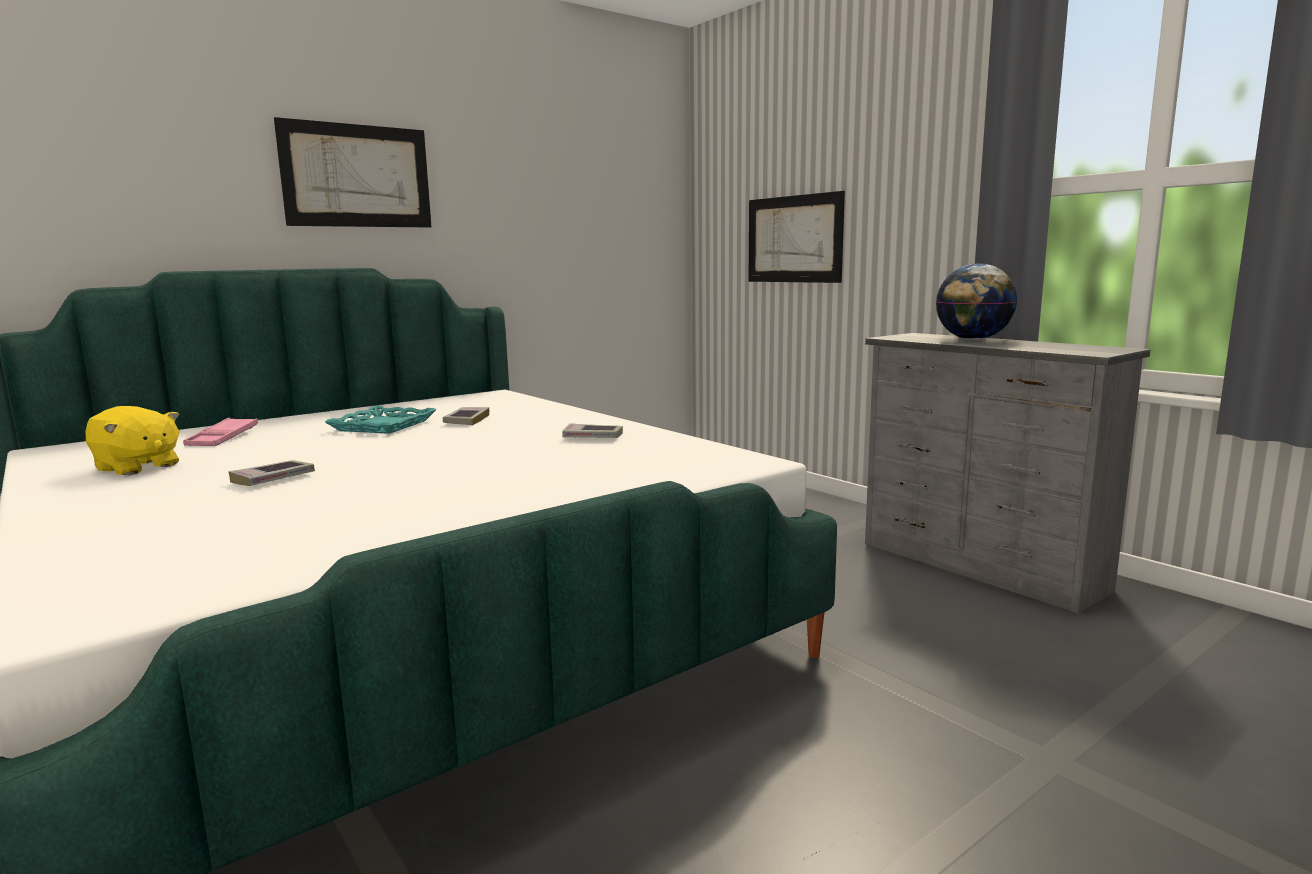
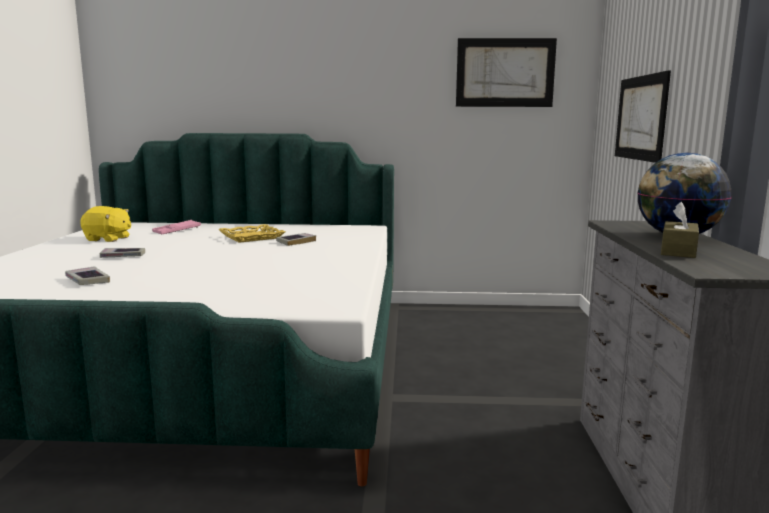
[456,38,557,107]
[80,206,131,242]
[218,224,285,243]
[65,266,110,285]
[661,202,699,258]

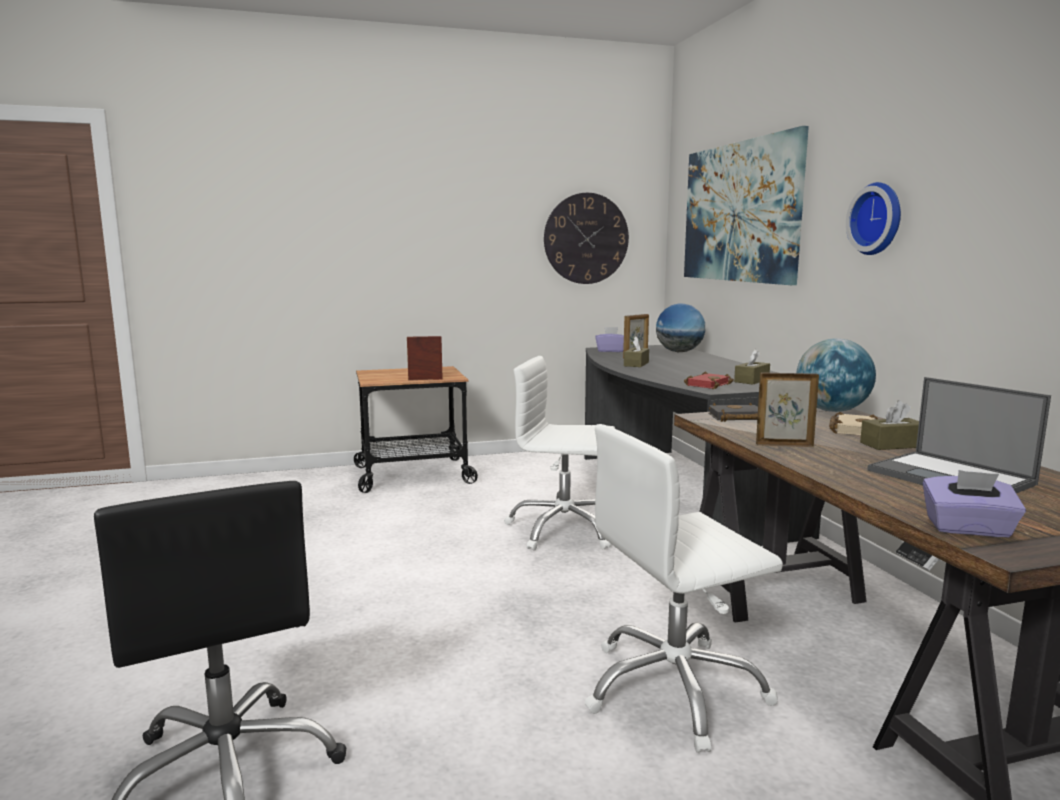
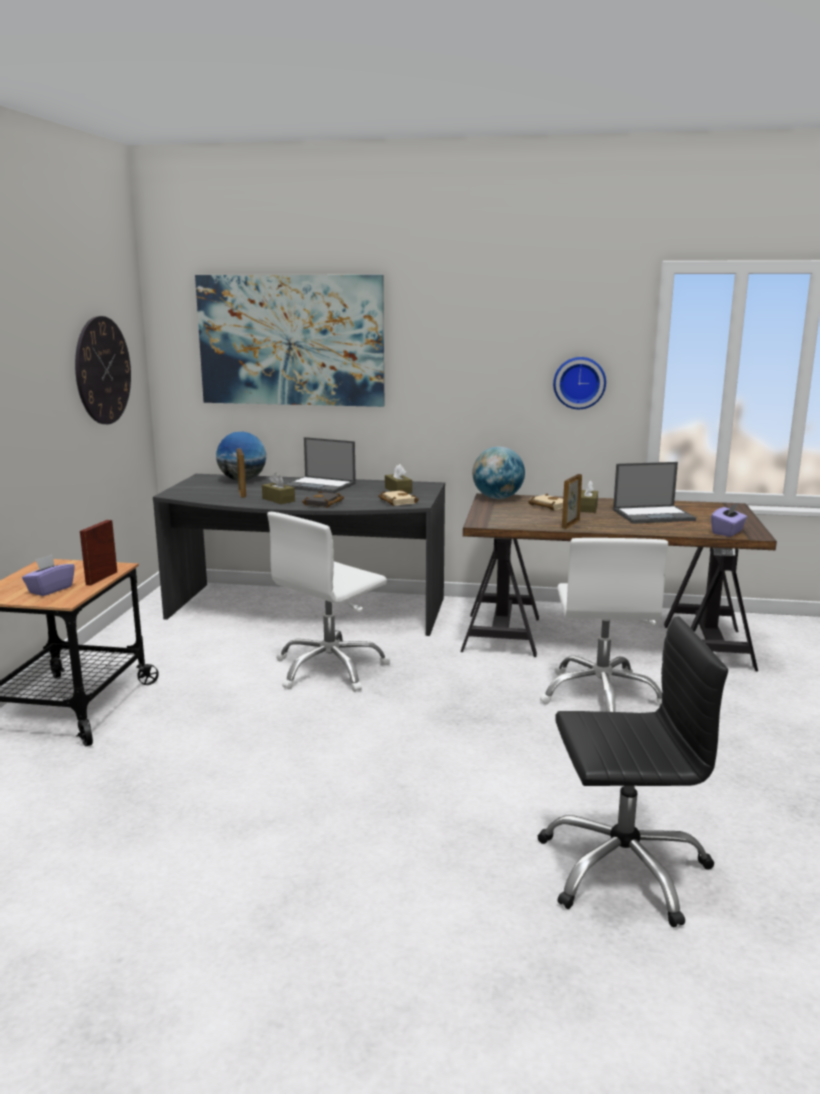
[553,357,606,409]
[22,555,75,596]
[378,489,419,506]
[302,491,344,508]
[284,437,356,493]

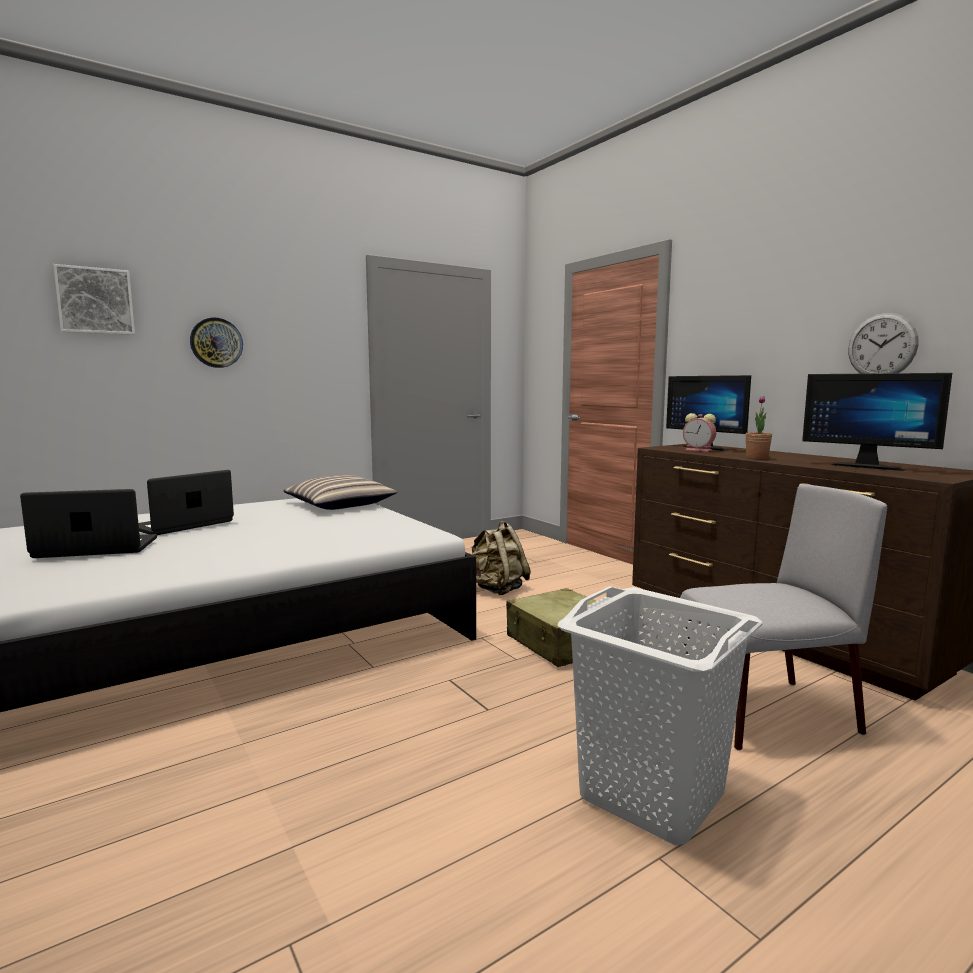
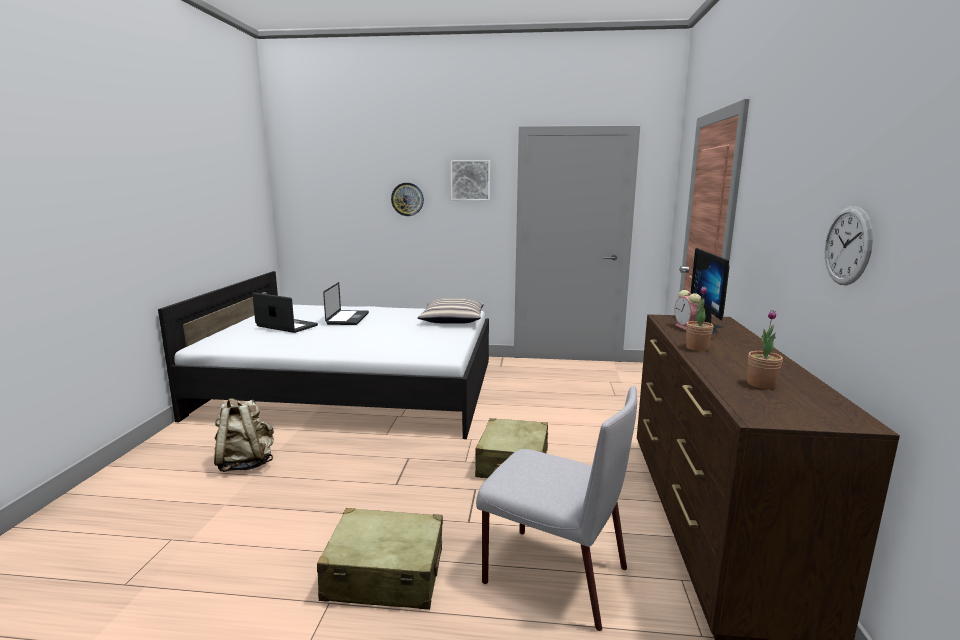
[451,160,490,201]
[747,310,783,389]
[323,282,369,325]
[214,398,274,472]
[317,508,443,610]

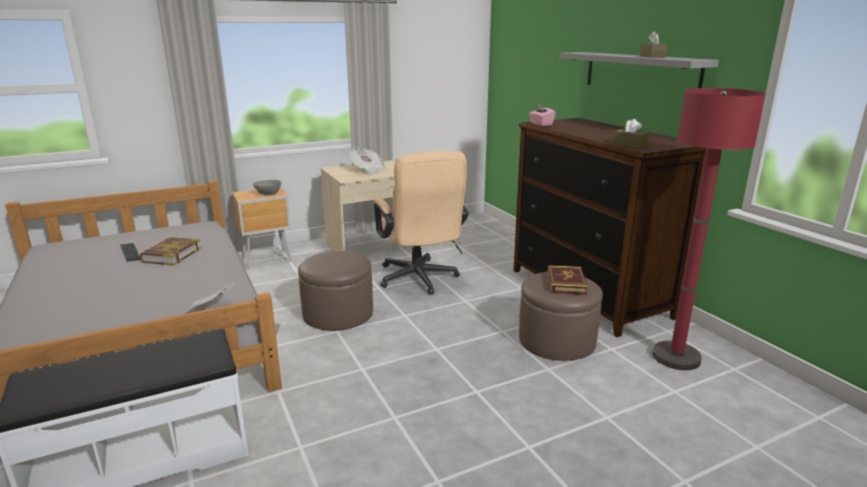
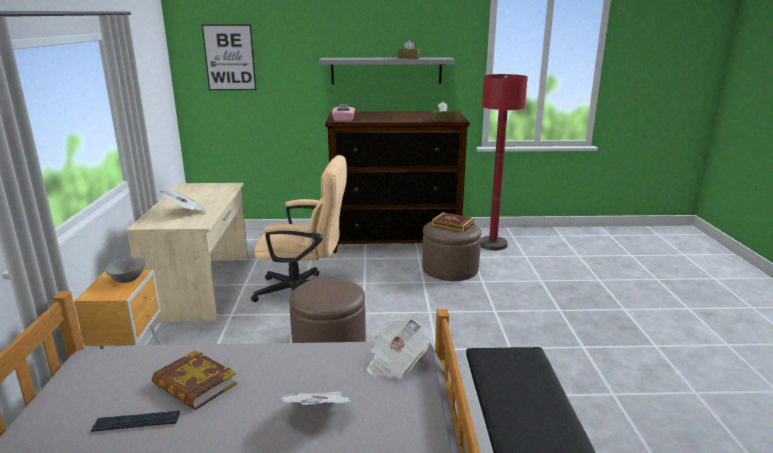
[202,25,256,90]
[281,391,351,405]

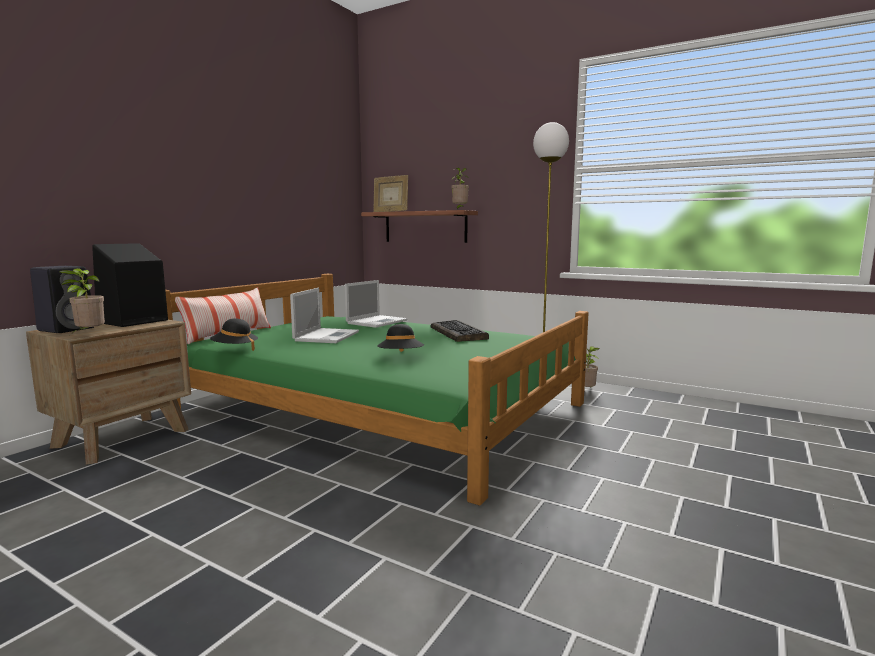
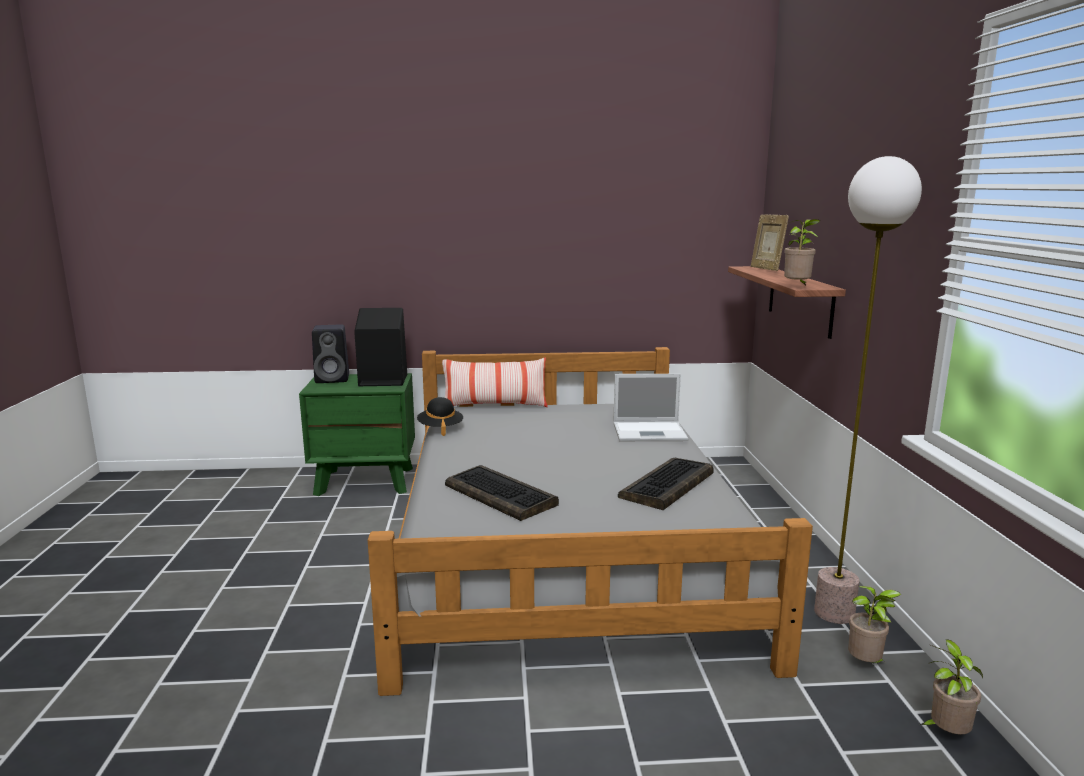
[920,639,983,734]
[368,347,813,696]
[290,288,359,343] (first image)
[299,373,415,496]
[445,465,559,521]

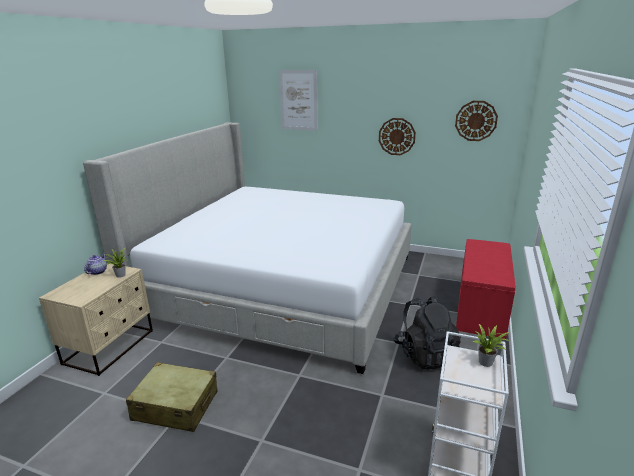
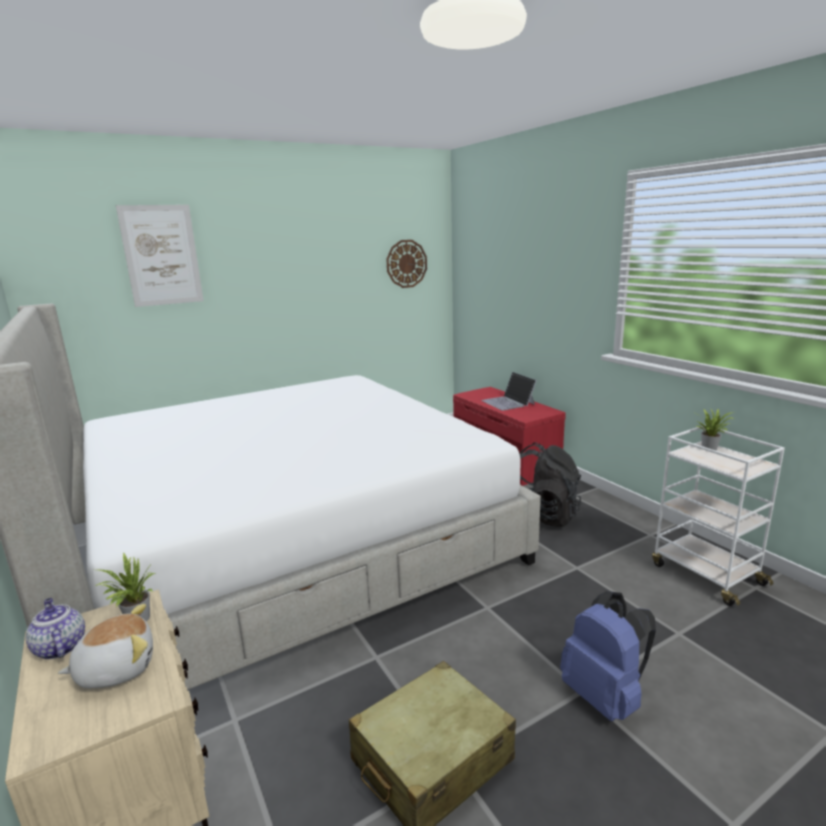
[379,118,416,155] (first image)
[481,372,537,411]
[560,591,656,721]
[58,604,153,688]

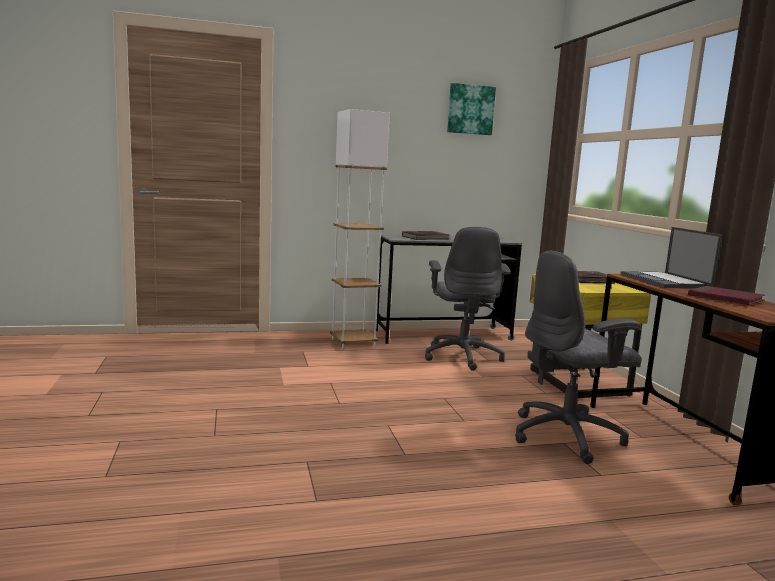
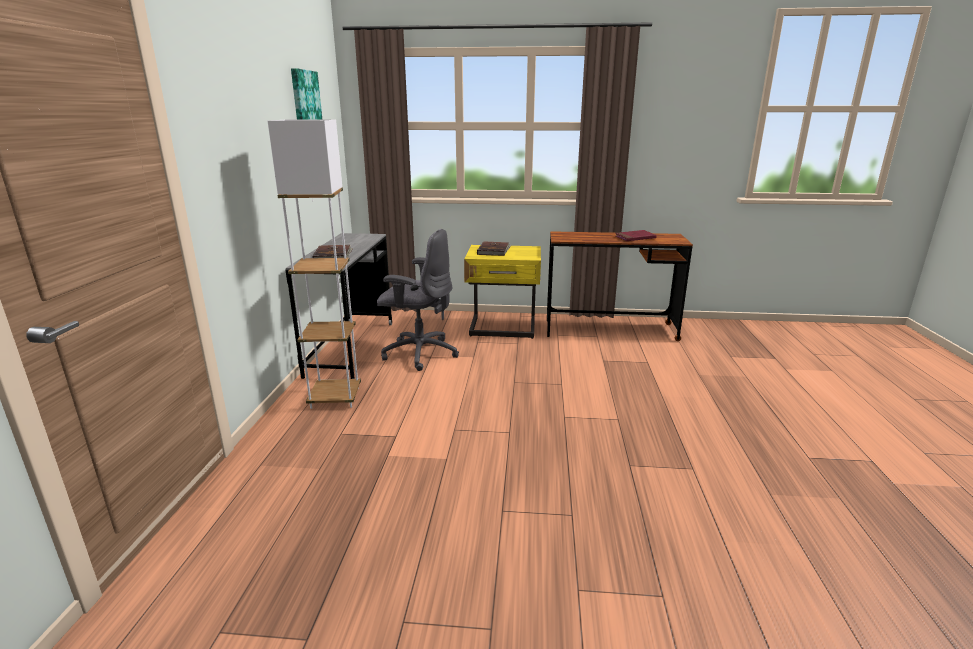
[620,227,722,288] (first image)
[515,251,642,464] (first image)

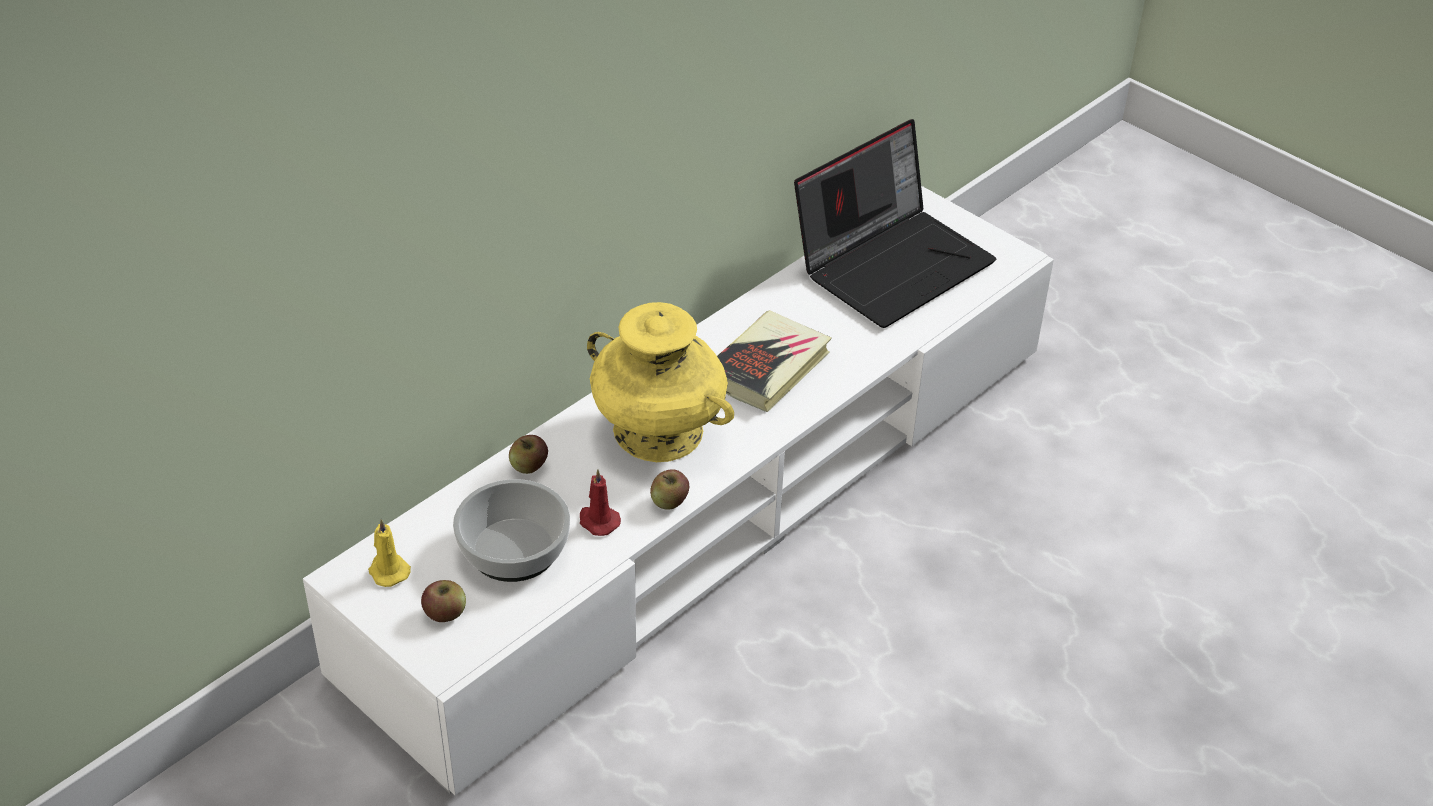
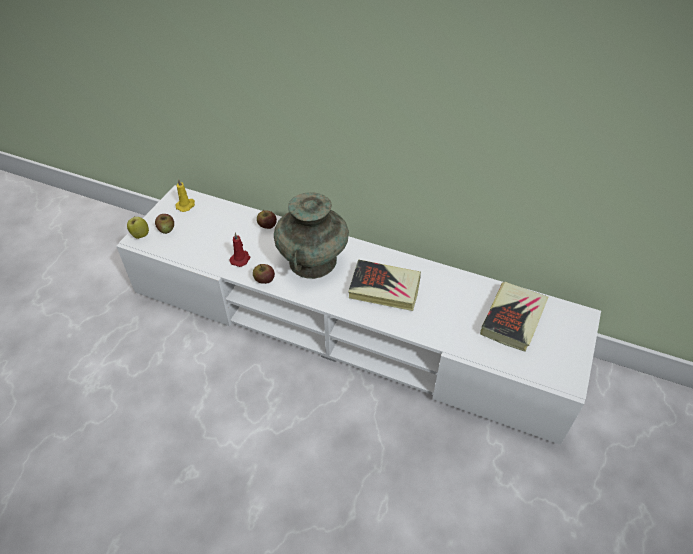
[480,282,548,352]
[274,192,349,279]
[453,479,570,582] (first image)
[127,215,149,239]

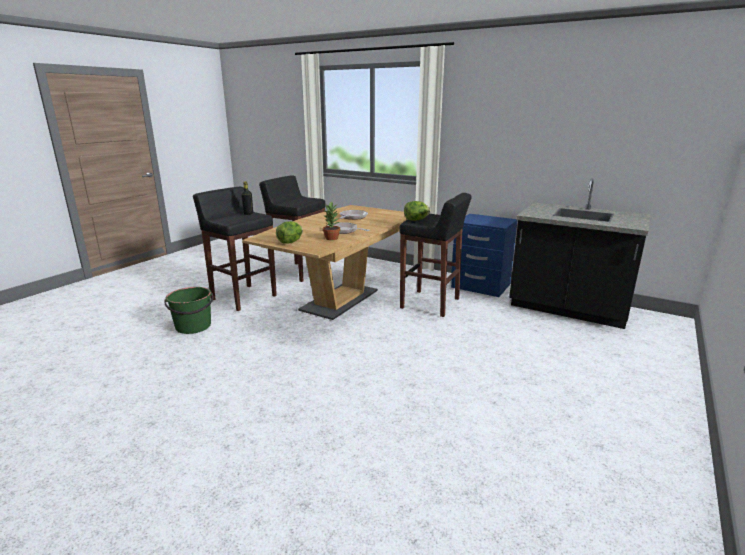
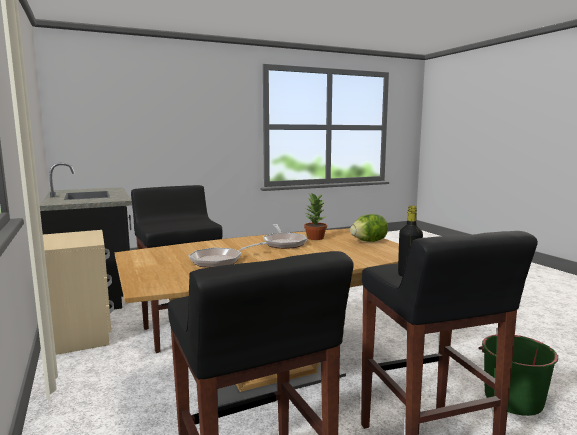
[404,201,431,221] (first image)
[43,230,114,355]

